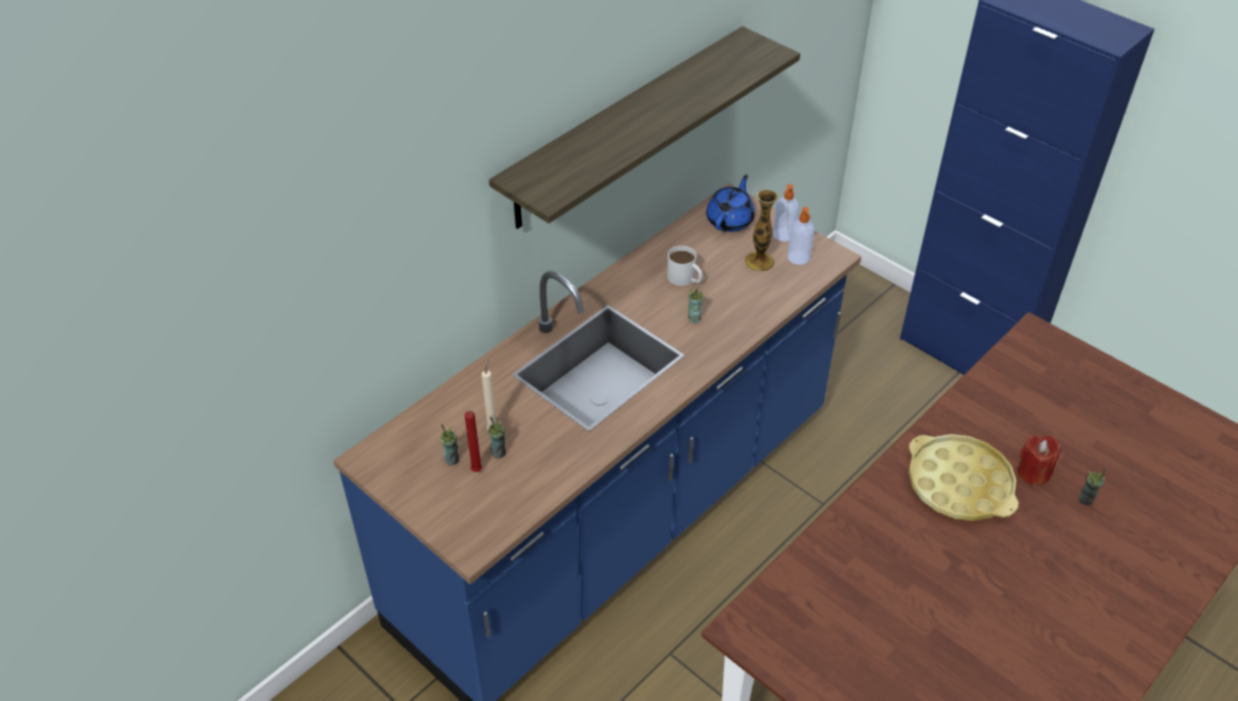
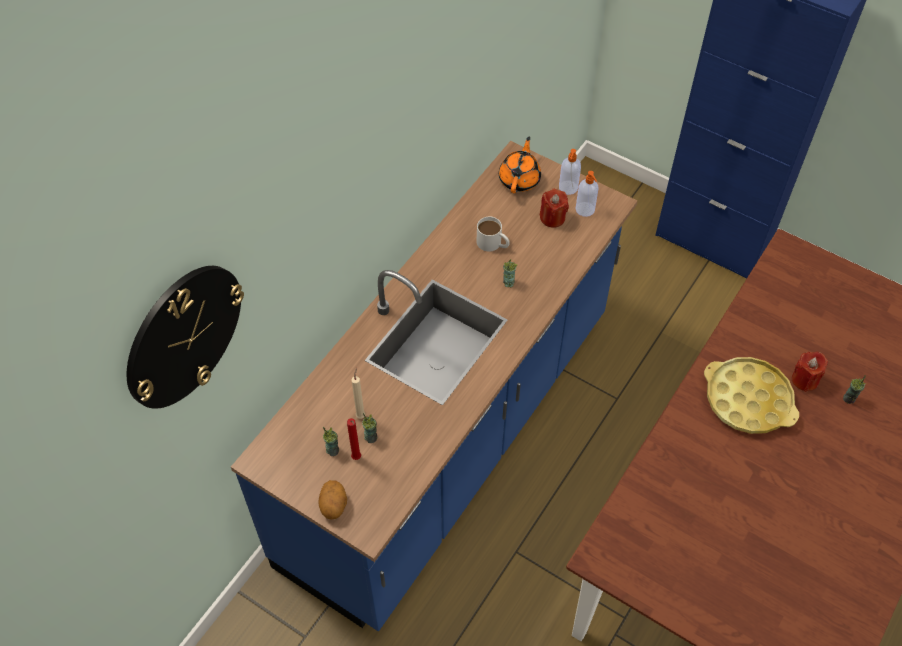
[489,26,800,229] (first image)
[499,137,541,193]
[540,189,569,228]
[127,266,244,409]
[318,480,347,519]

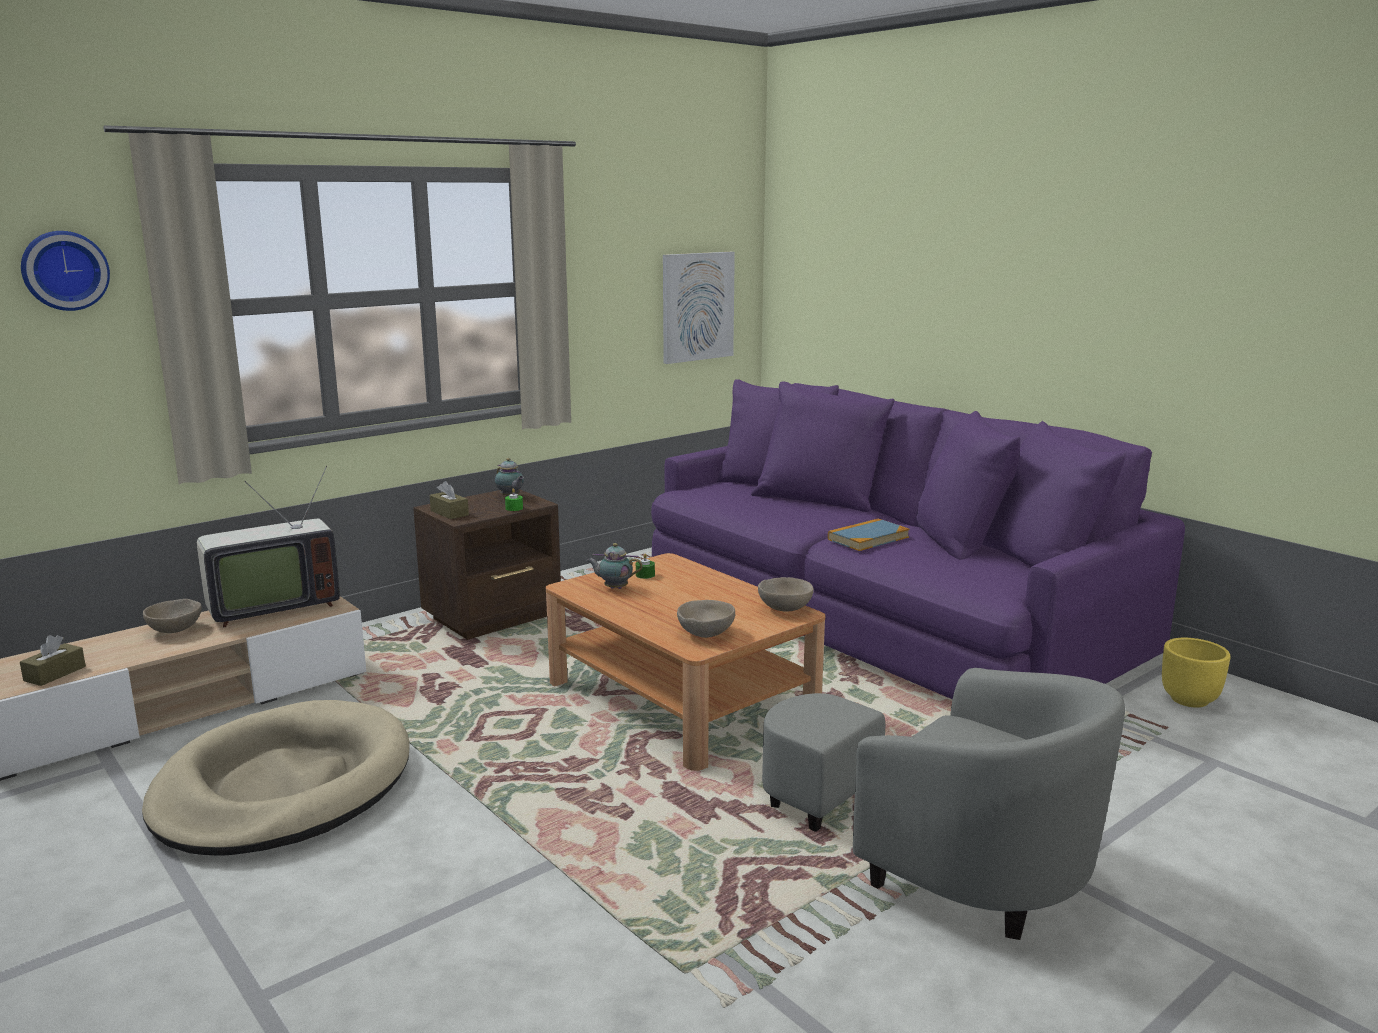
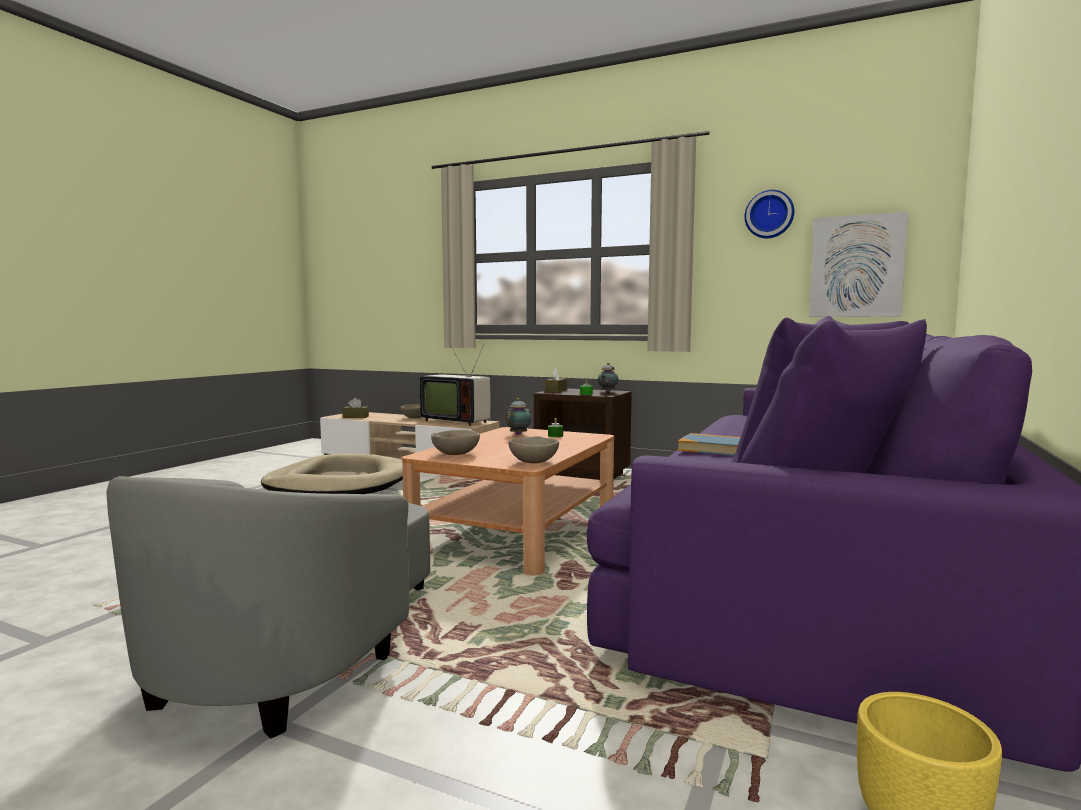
[745,190,794,238]
[505,398,531,435]

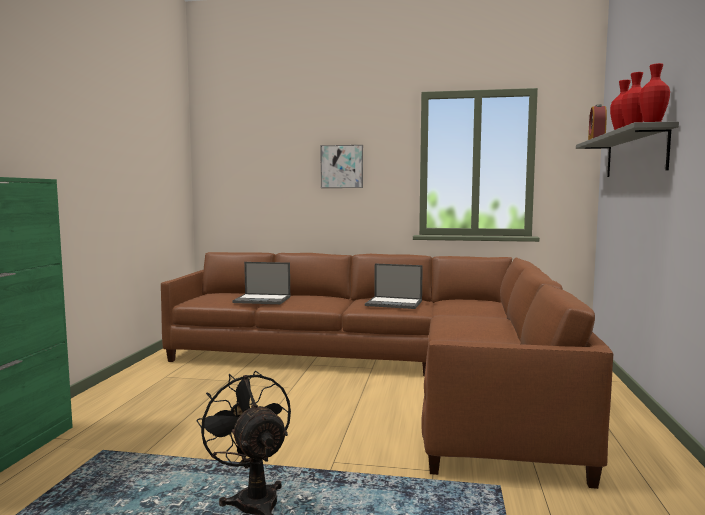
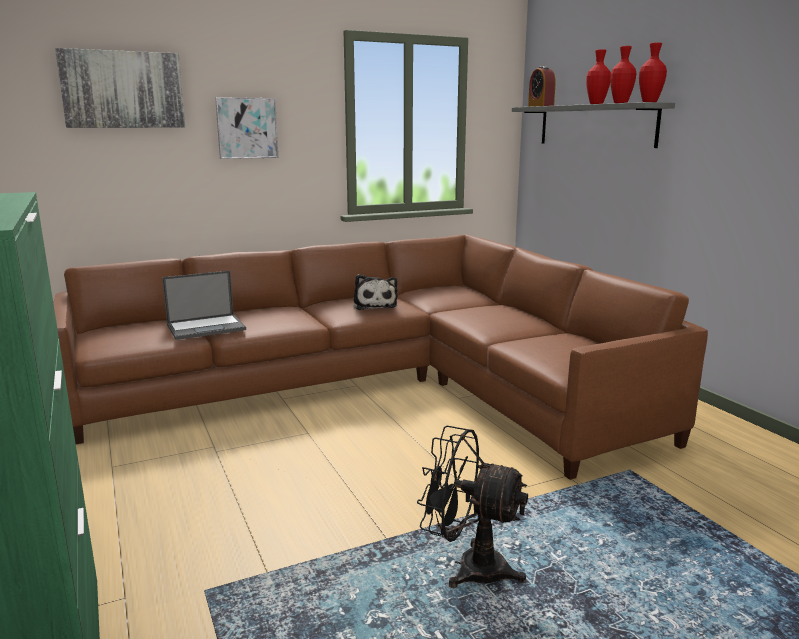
[353,274,398,310]
[55,48,185,128]

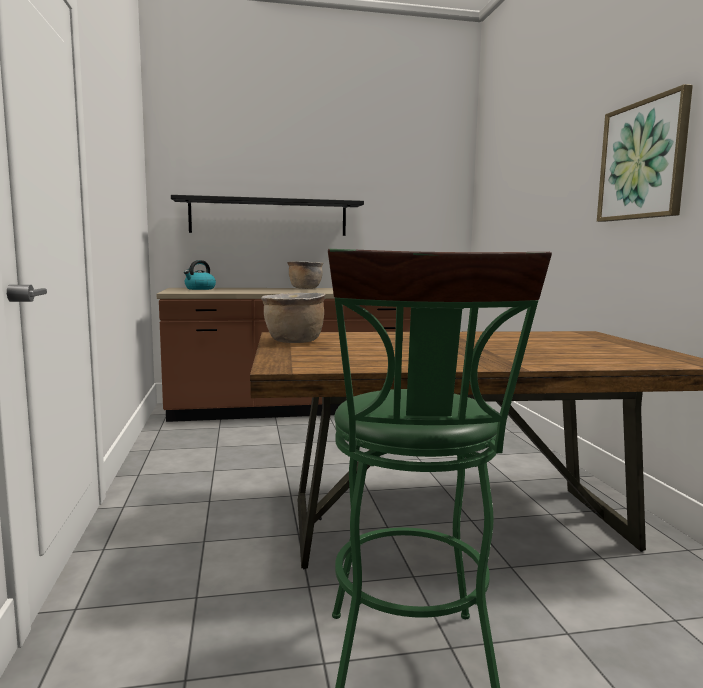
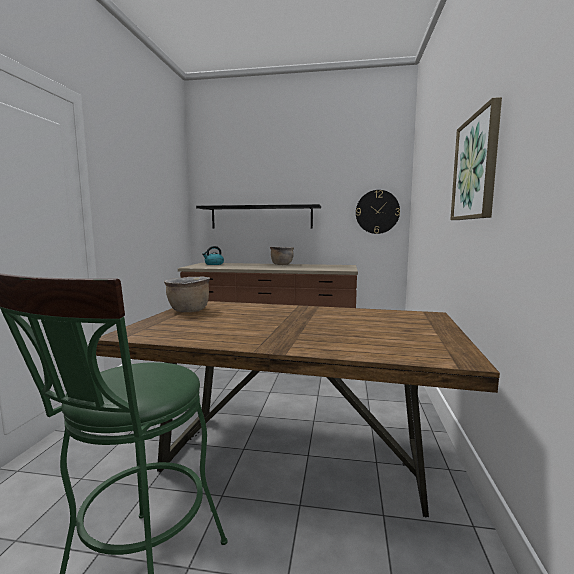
[356,190,400,234]

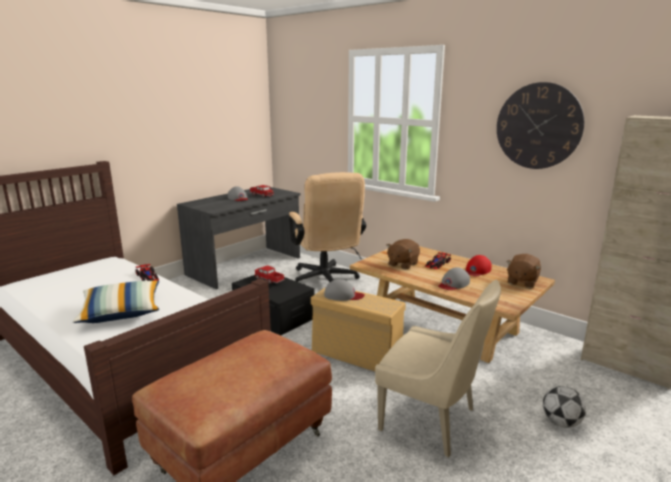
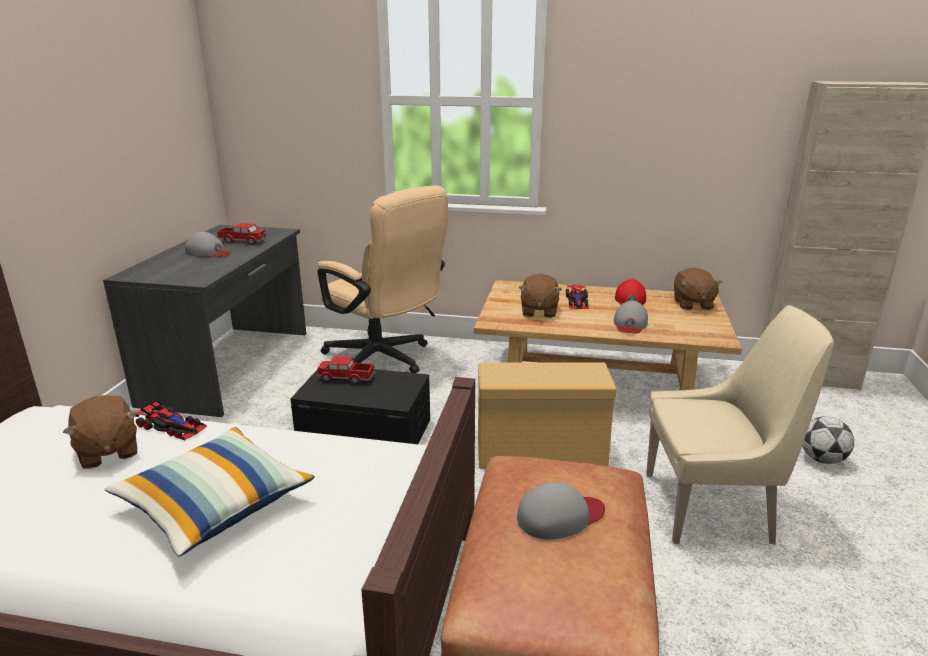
[497,82,584,169] (first image)
[517,482,605,539]
[63,395,137,469]

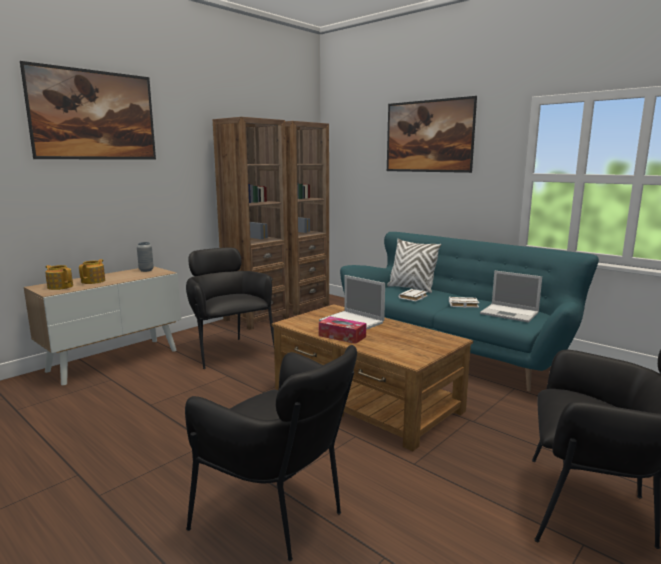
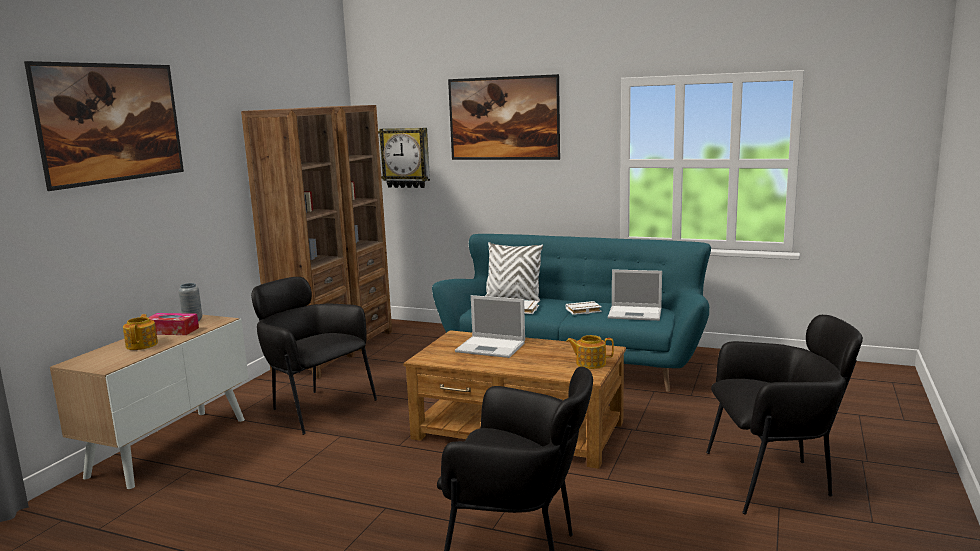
[566,335,614,369]
[148,313,199,335]
[378,128,430,188]

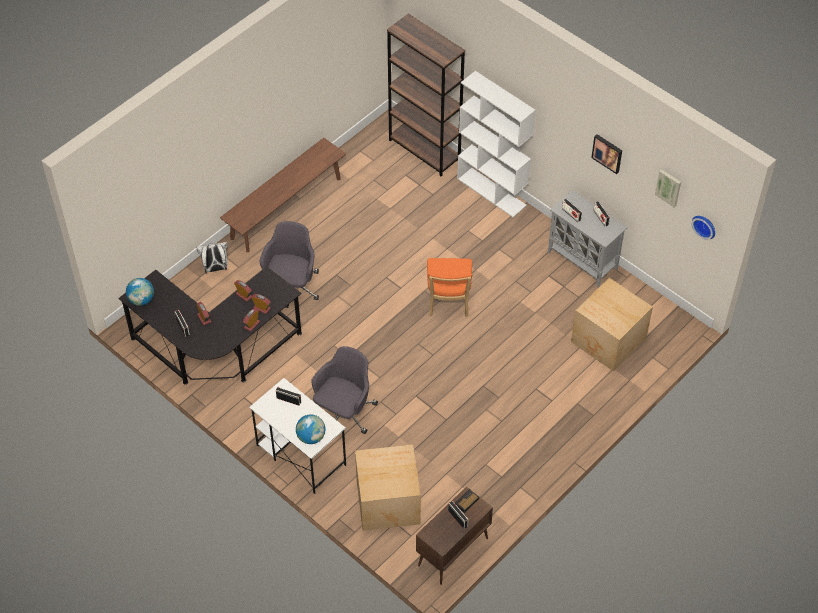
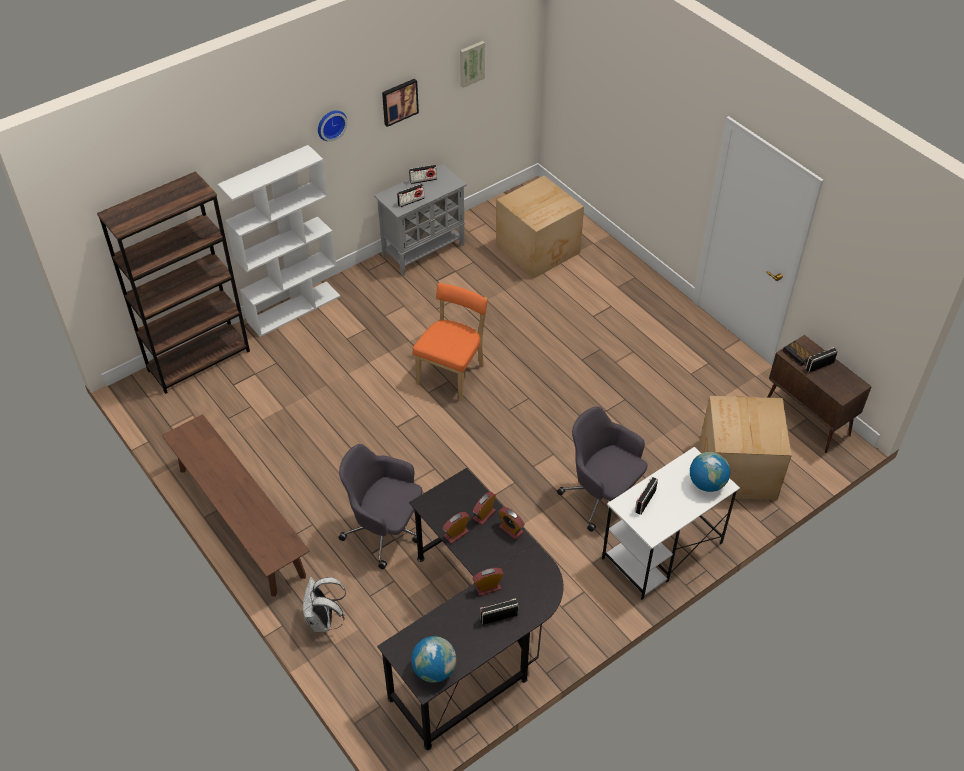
[318,110,348,141]
[413,283,488,401]

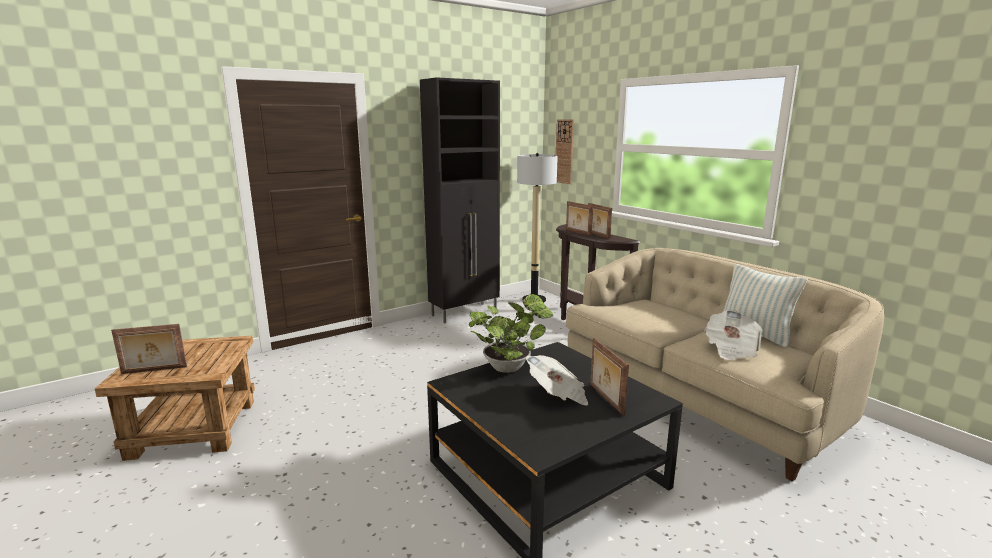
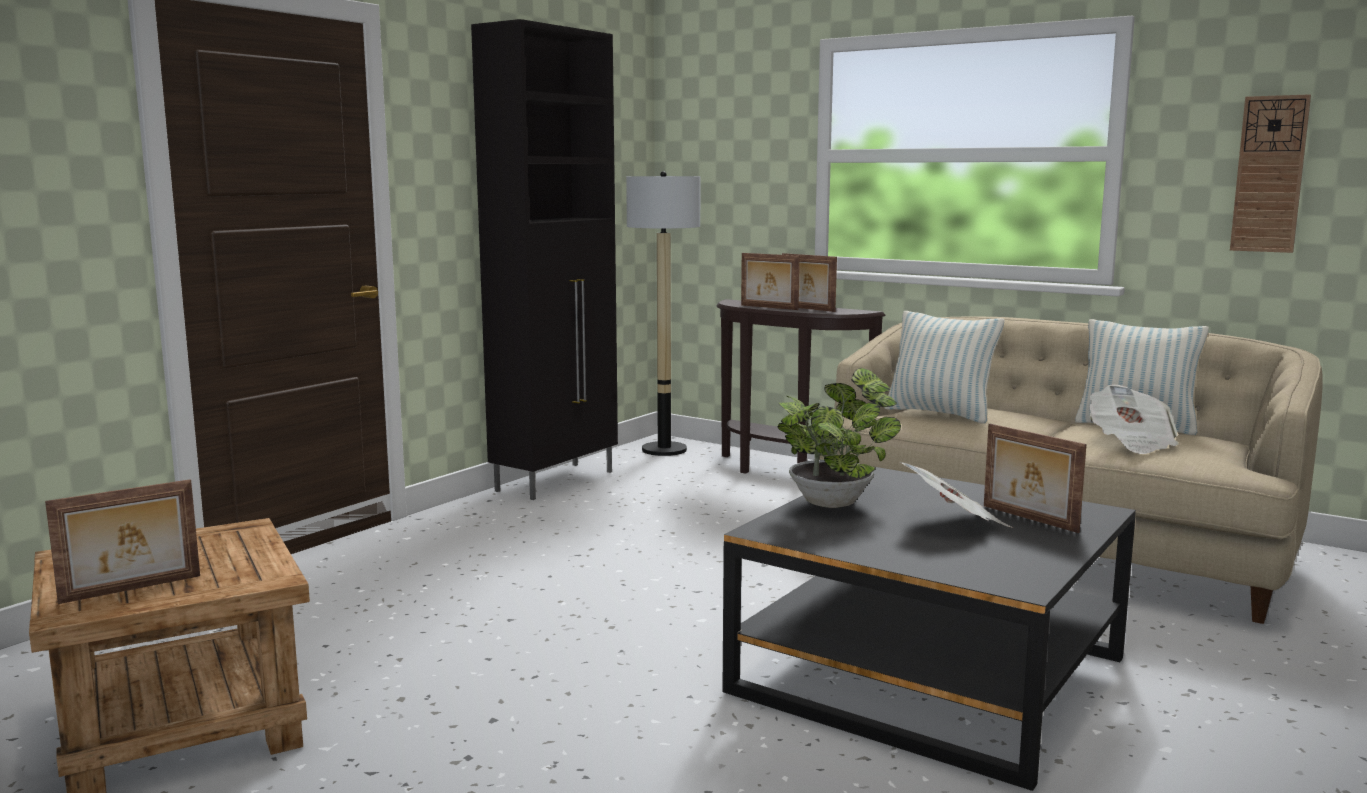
[1230,94,1311,253]
[885,311,1004,424]

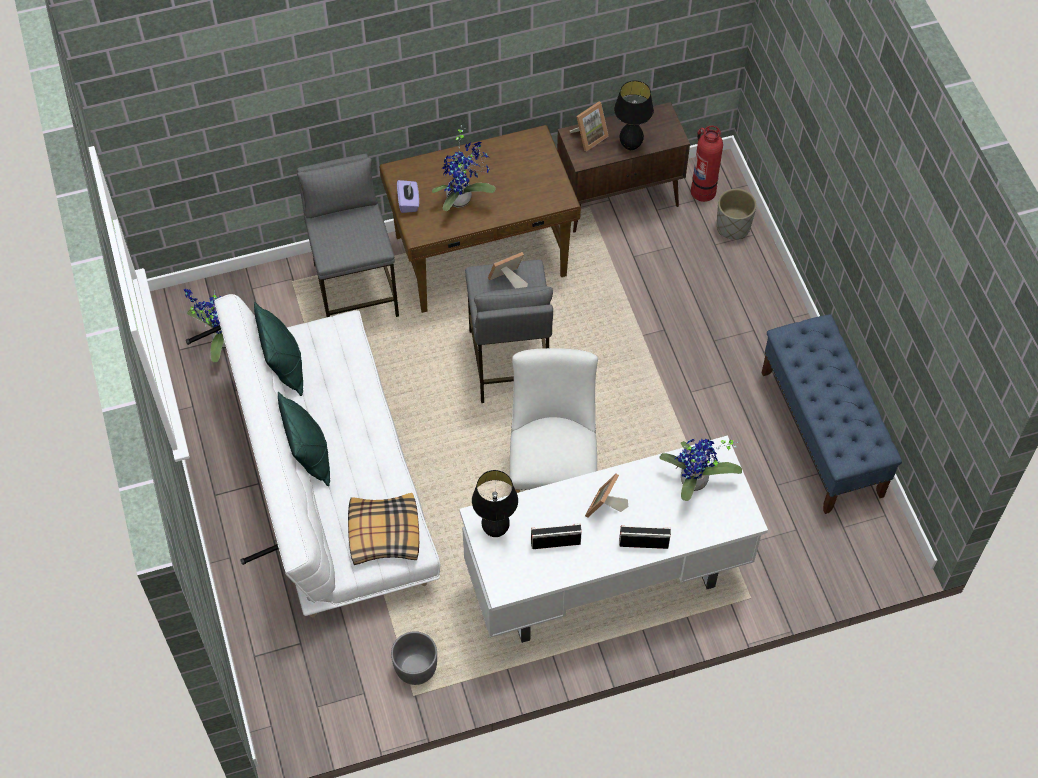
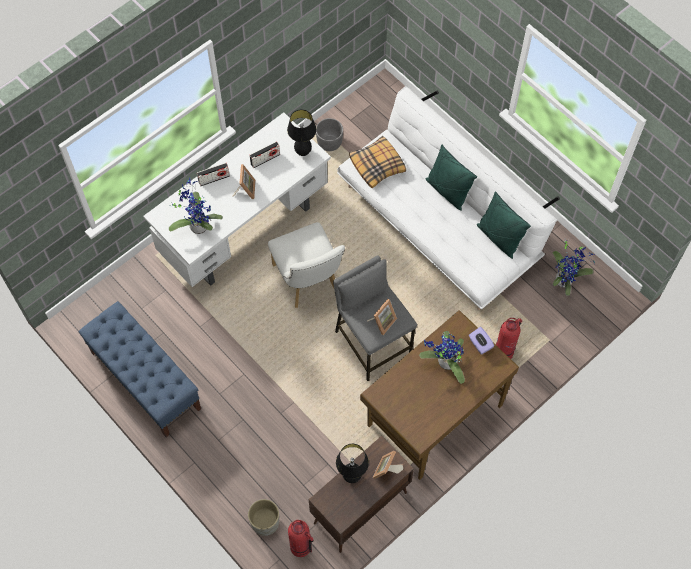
[496,318,522,359]

